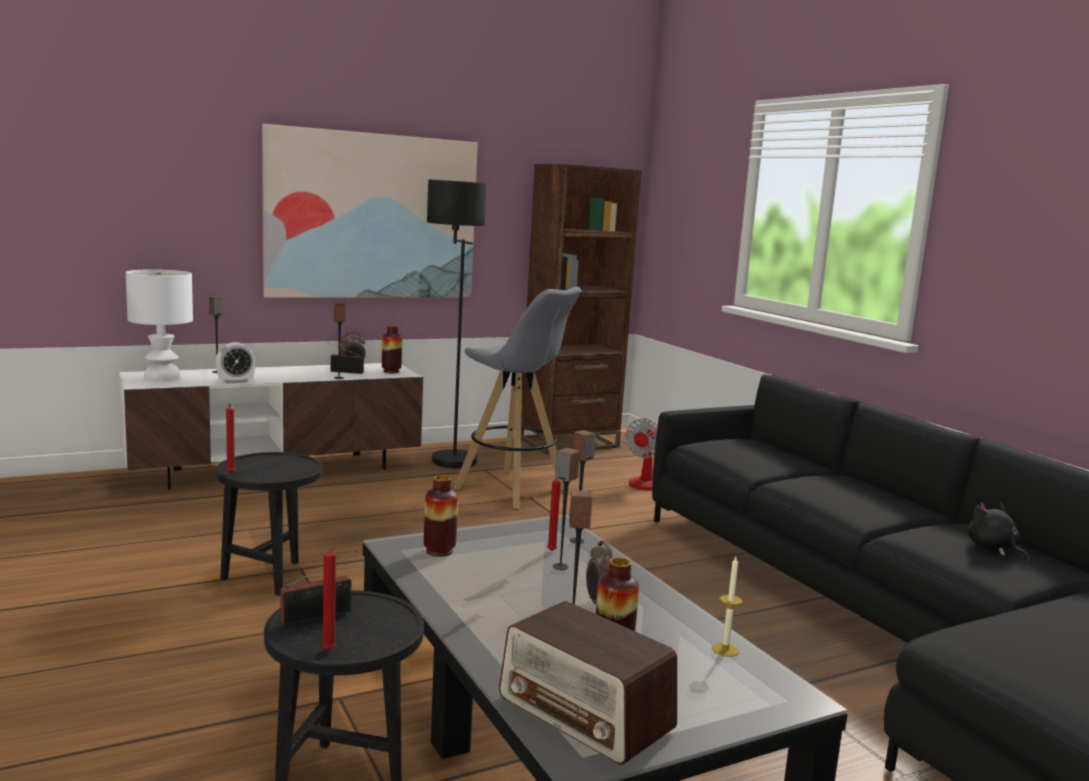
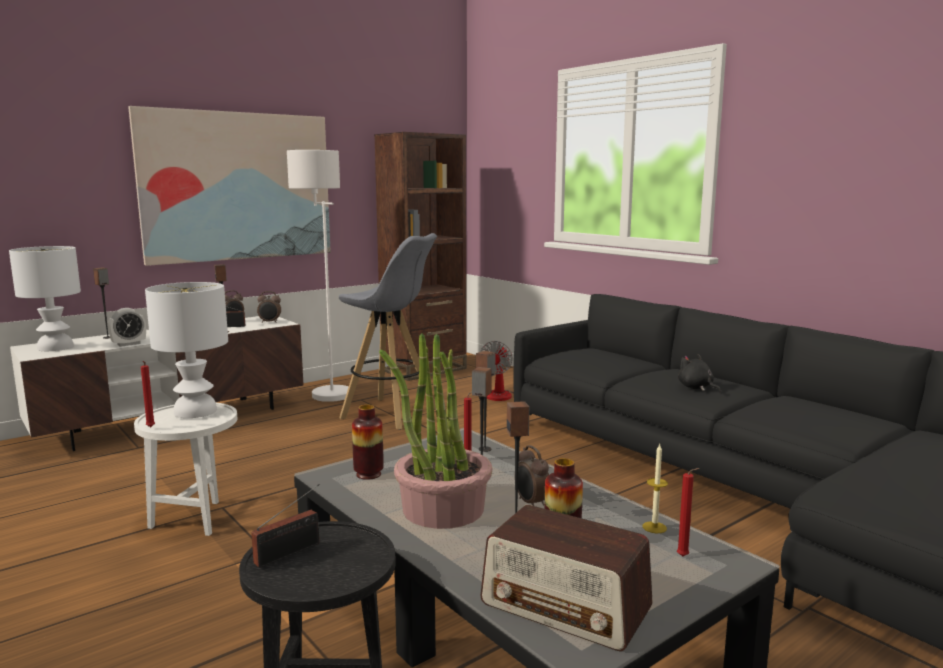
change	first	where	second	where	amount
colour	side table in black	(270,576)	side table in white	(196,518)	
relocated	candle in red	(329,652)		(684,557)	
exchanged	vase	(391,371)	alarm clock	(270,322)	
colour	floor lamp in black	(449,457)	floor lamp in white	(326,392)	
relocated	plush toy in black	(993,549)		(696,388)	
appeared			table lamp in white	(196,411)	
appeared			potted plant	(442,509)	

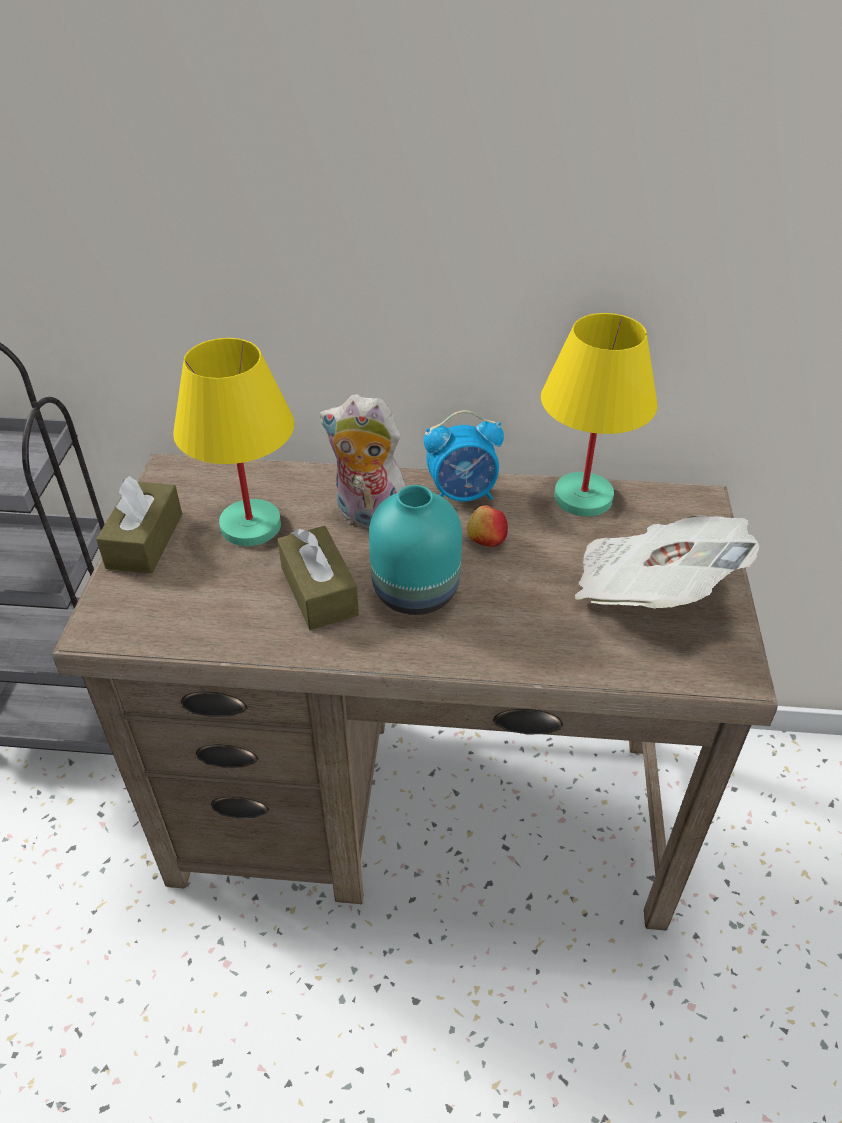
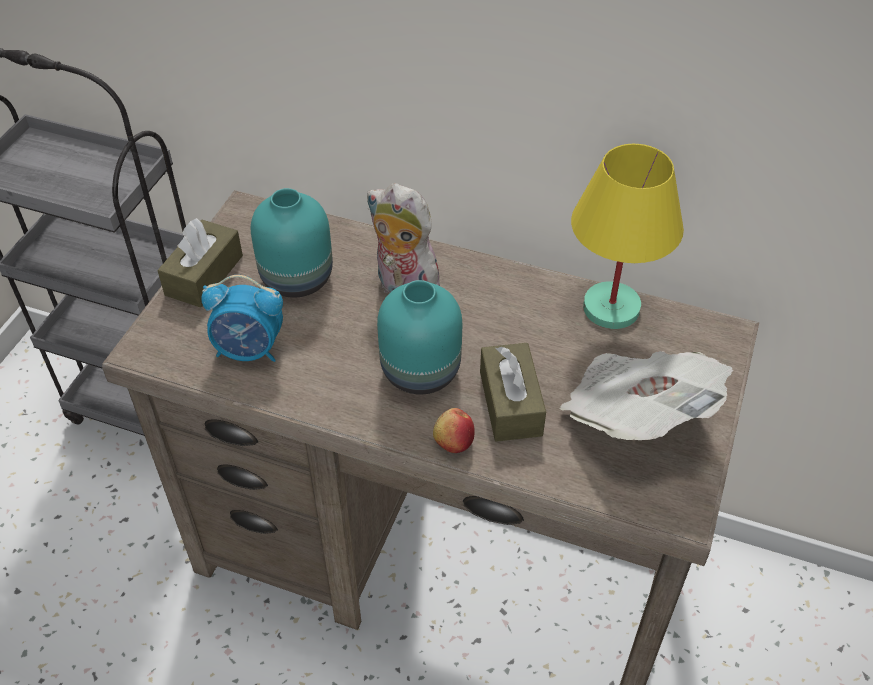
change	first	where	second	where	amount
exchanged	table lamp in yellow	(252,525)	vase in turquoise	(299,278)	
relocated	tissue box in brown	(319,591)		(510,403)	
relocated	alarm clock	(462,495)		(250,350)	
relocated	apple	(486,539)		(453,441)	

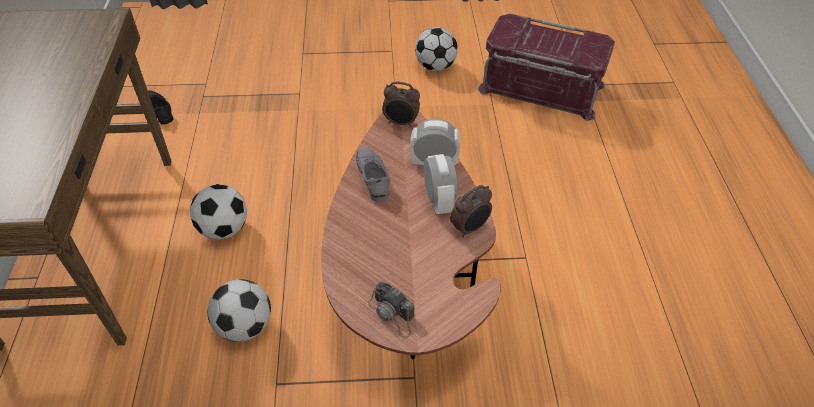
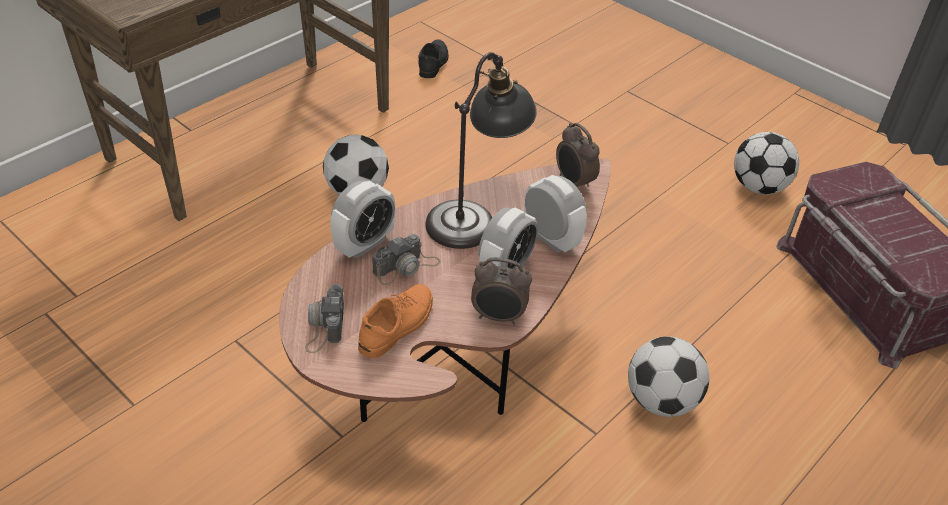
change	first	where	second	where	amount
relocated	football	(244,326)		(660,401)	
exchanged	shoe in grey	(373,177)	table lamp in grey	(476,208)	
appeared			alarm clock	(364,244)	
appeared			shoe in orange	(397,325)	
appeared			photo camera	(406,267)	

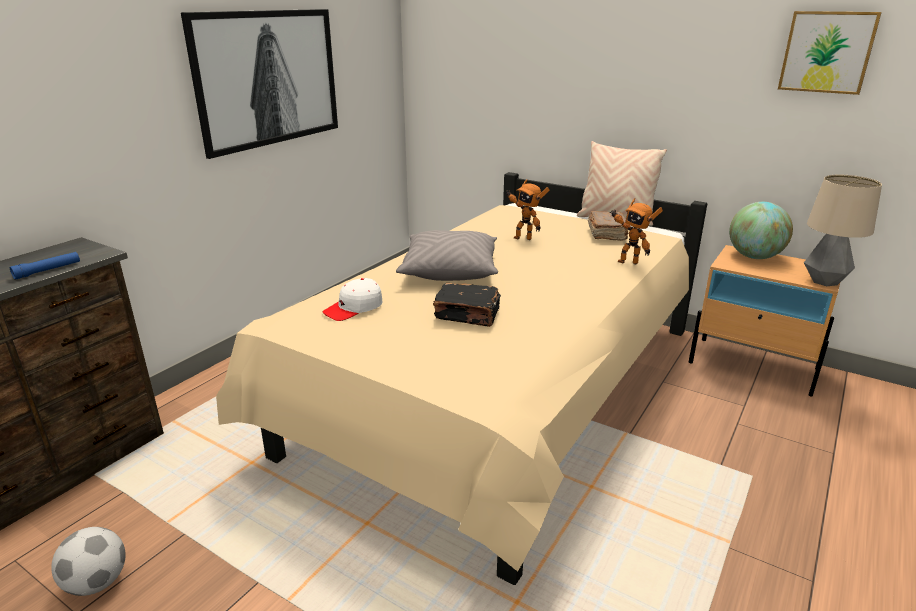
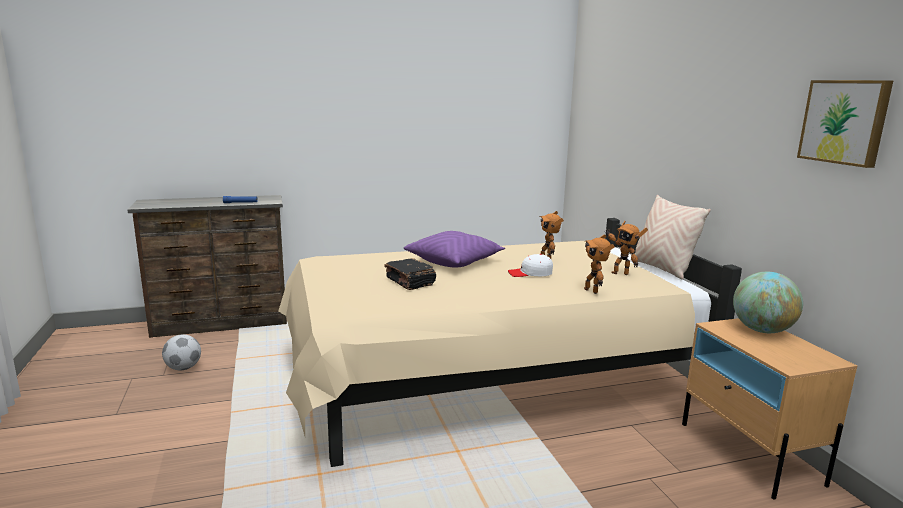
change	first	where	second	where	amount
missing	picture	(268,78)			
relocated	cap in white	(354,308)		(530,273)	
colour	pillow in grey	(449,270)	pillow in purple	(454,261)	
exchanged	book in brown	(607,234)	toy robot	(620,273)	
missing	table lamp	(823,281)			

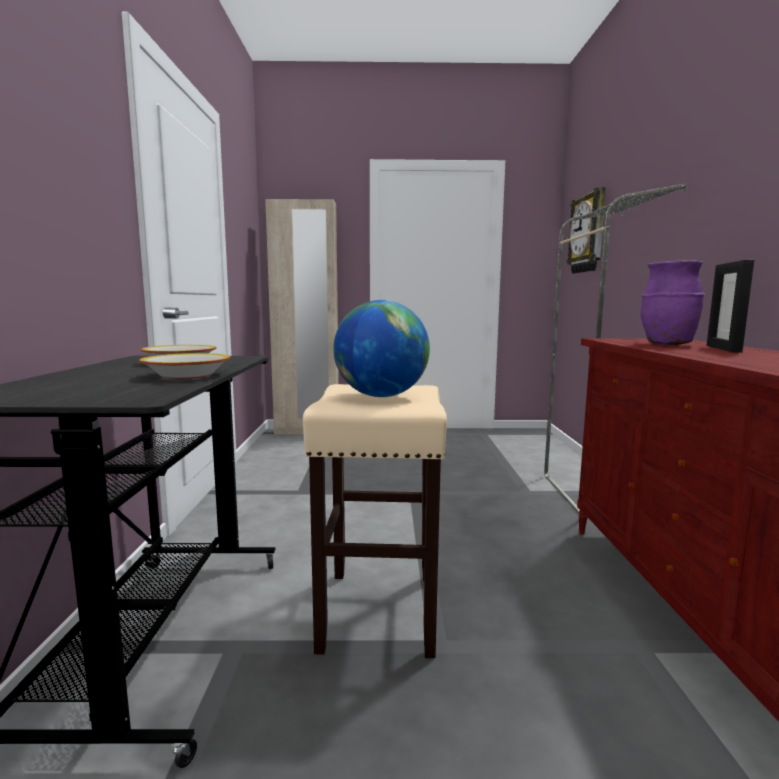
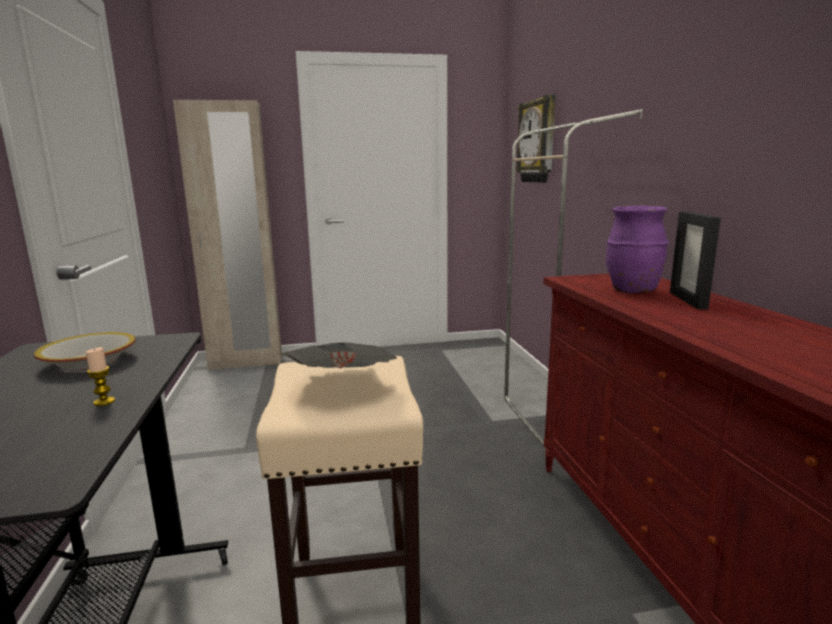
change	first	where	second	where	amount
exchanged	bowl	(188,375)	candle	(104,402)	
exchanged	globe	(381,396)	newspaper	(343,386)	

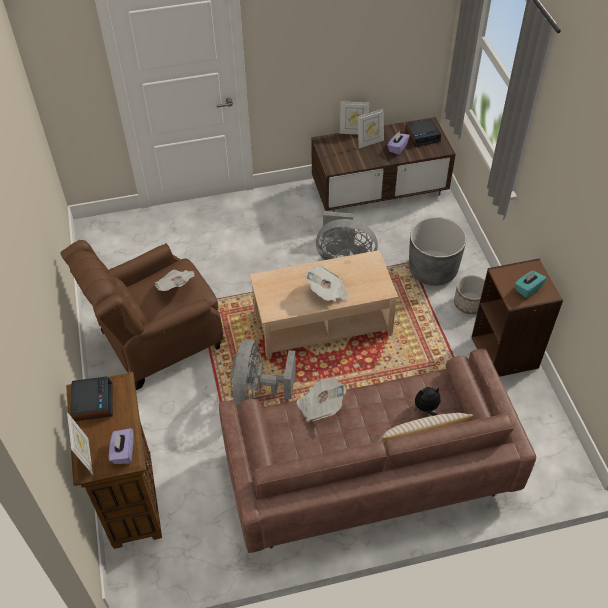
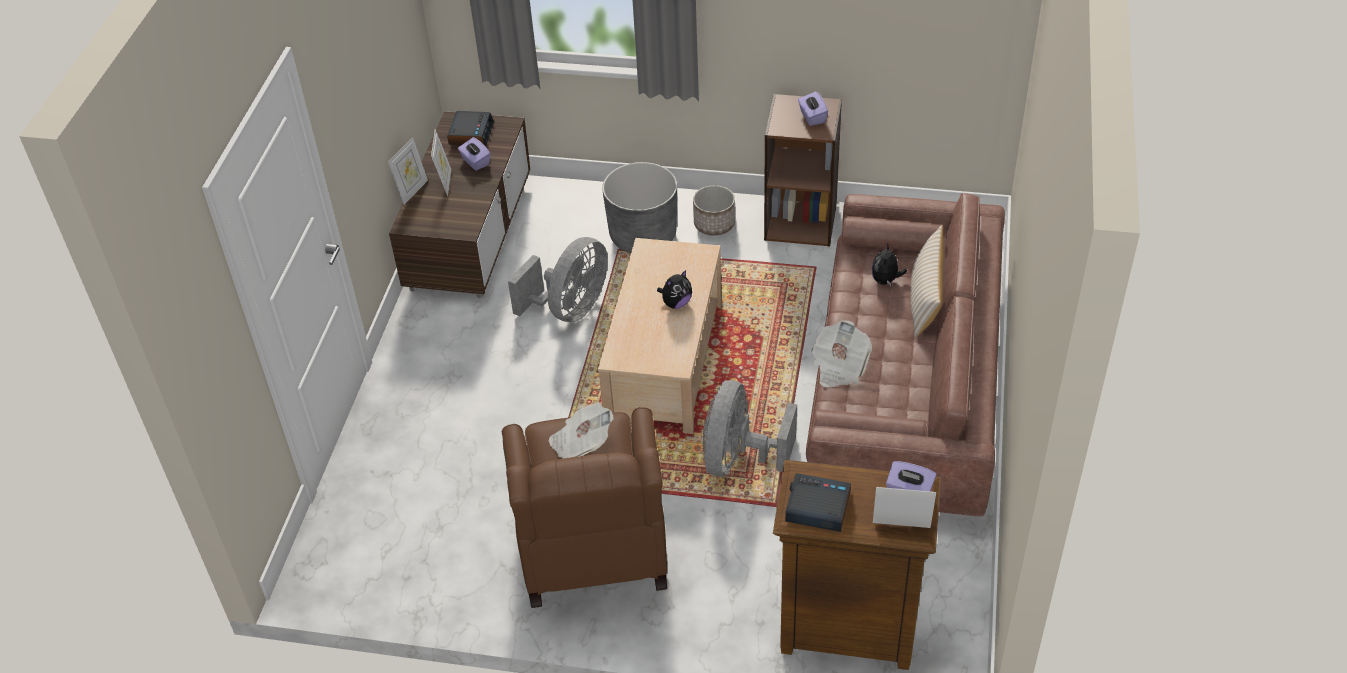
change	first	where	second	where	amount
spun	fan in grey	(257,392)		(739,459)	75 degrees clockwise
exchanged	newspaper	(328,292)	plush toy	(676,303)	
colour	tissue box in turquoise	(527,289)	tissue box in purple	(812,117)	

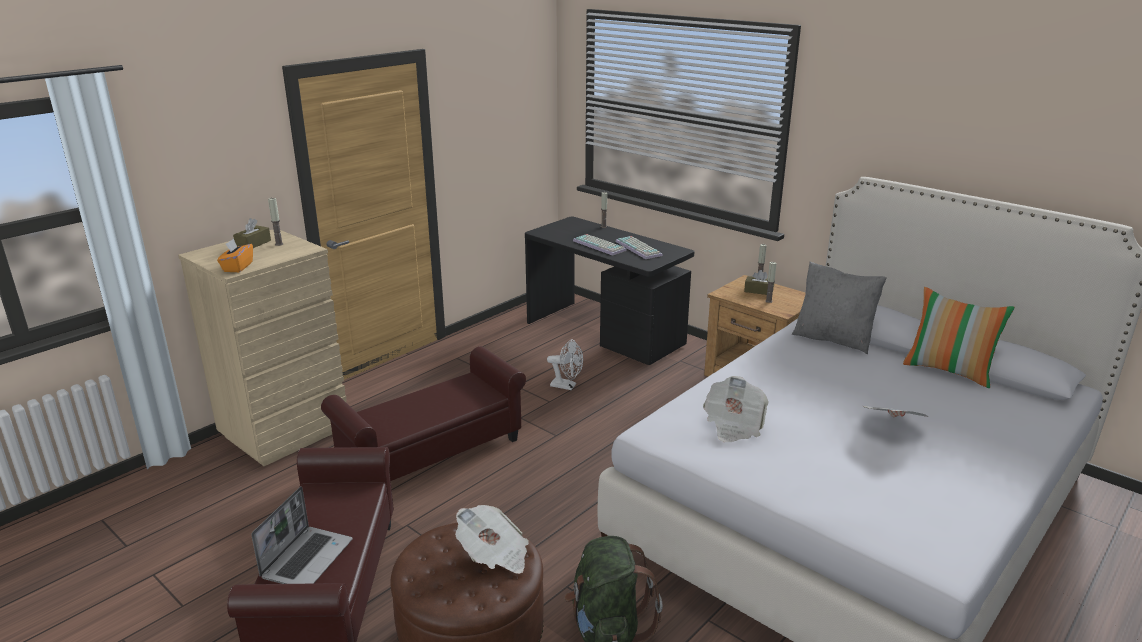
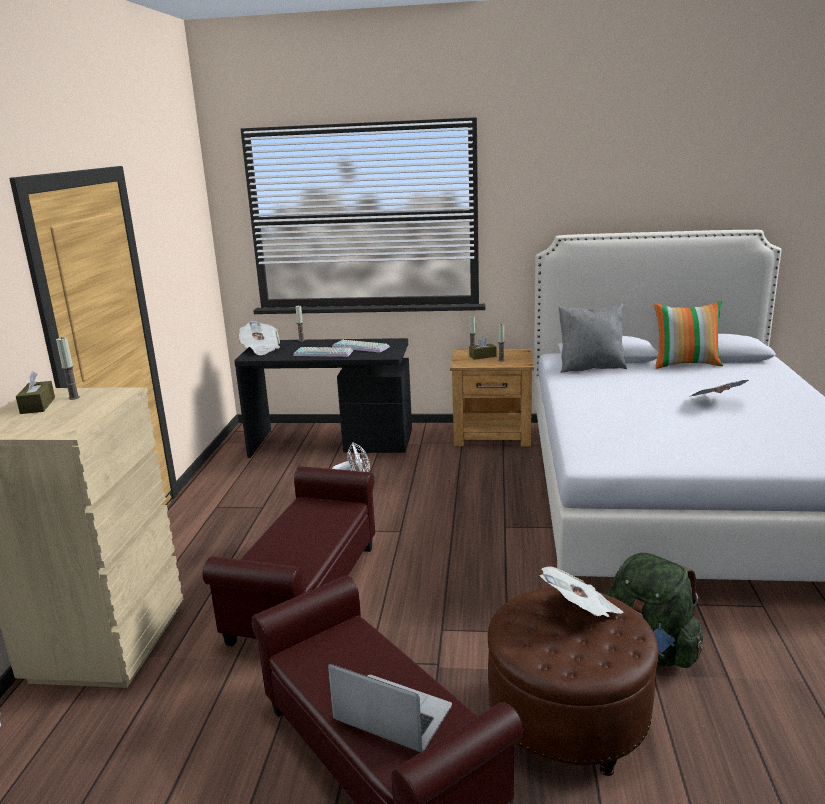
change	first	where	second	where	amount
missing	tissue box in orange	(237,267)			
spun	laptop	(307,558)		(391,715)	45 degrees counterclockwise
relocated	newspaper	(733,425)		(260,349)	

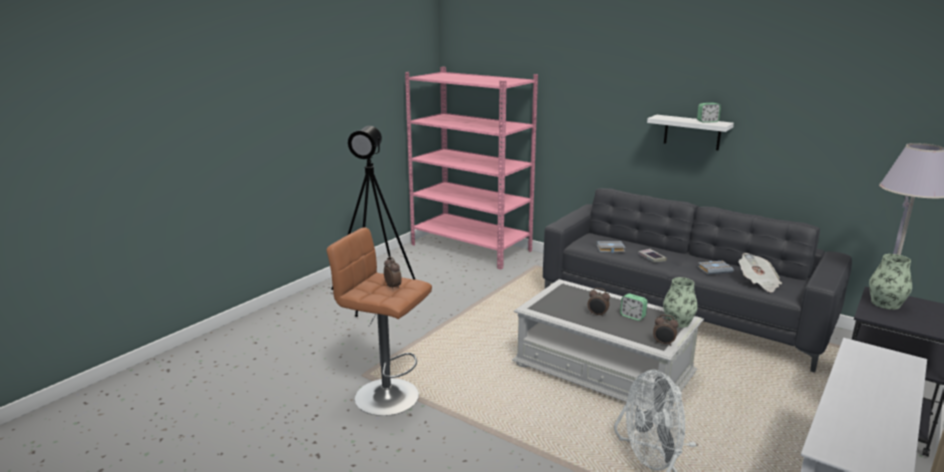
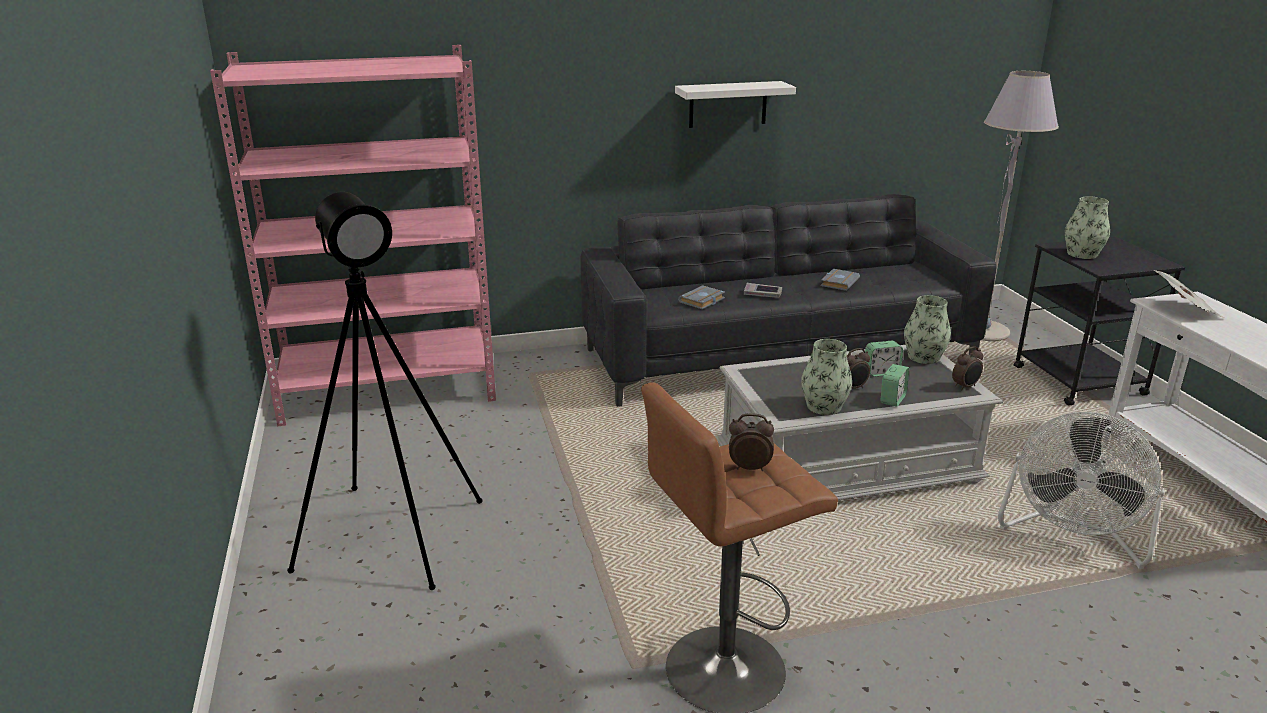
change	first	where	second	where	amount
relocated	alarm clock	(707,121)		(892,399)	
relocated	newspaper	(758,283)		(1184,310)	
appeared			vase	(824,406)	

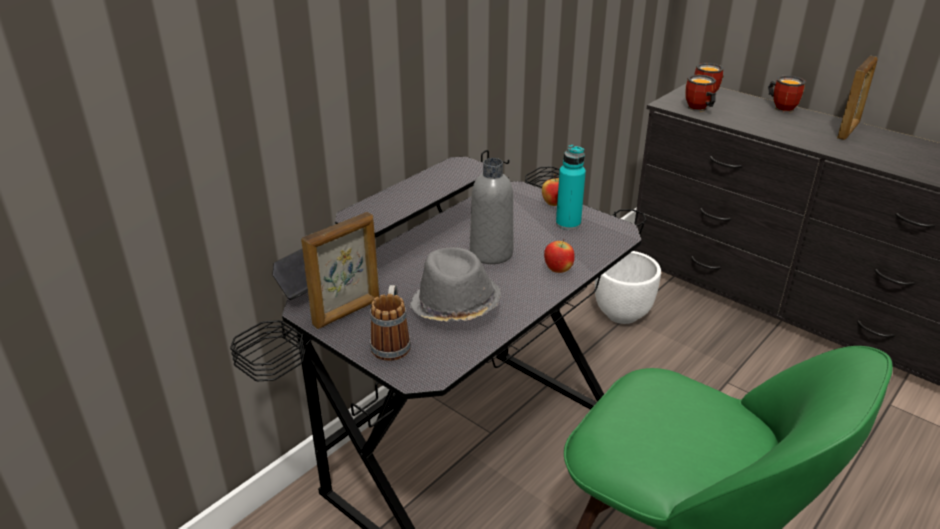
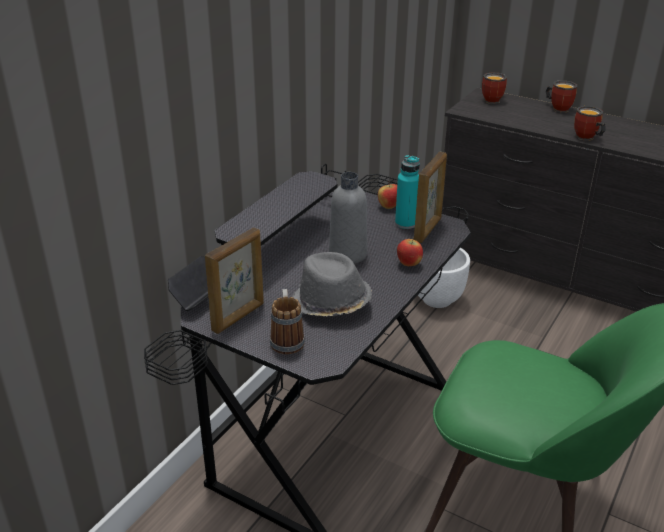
change	first	where	second	where	amount
relocated	mug	(698,109)		(586,138)	
relocated	picture frame	(848,130)		(428,230)	

